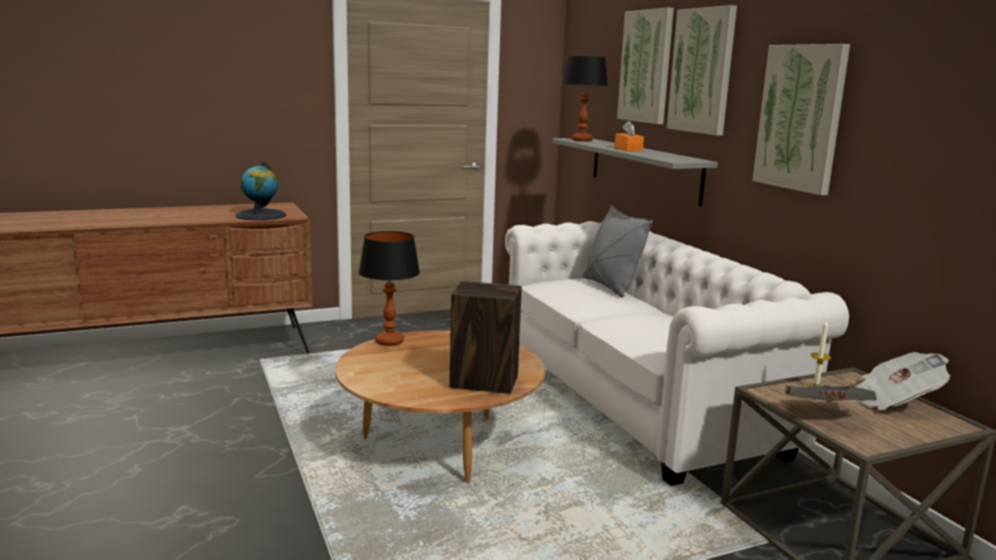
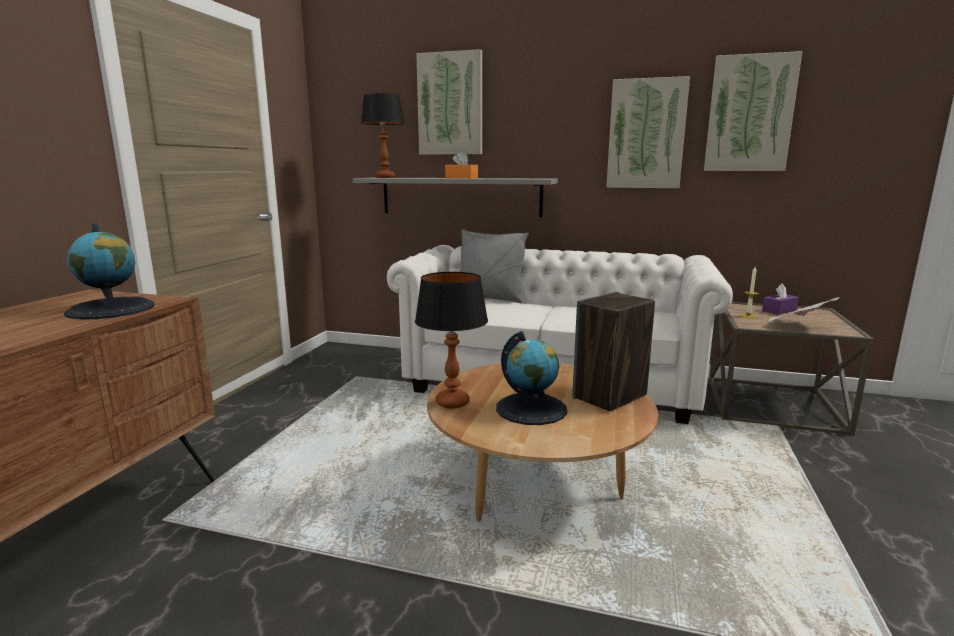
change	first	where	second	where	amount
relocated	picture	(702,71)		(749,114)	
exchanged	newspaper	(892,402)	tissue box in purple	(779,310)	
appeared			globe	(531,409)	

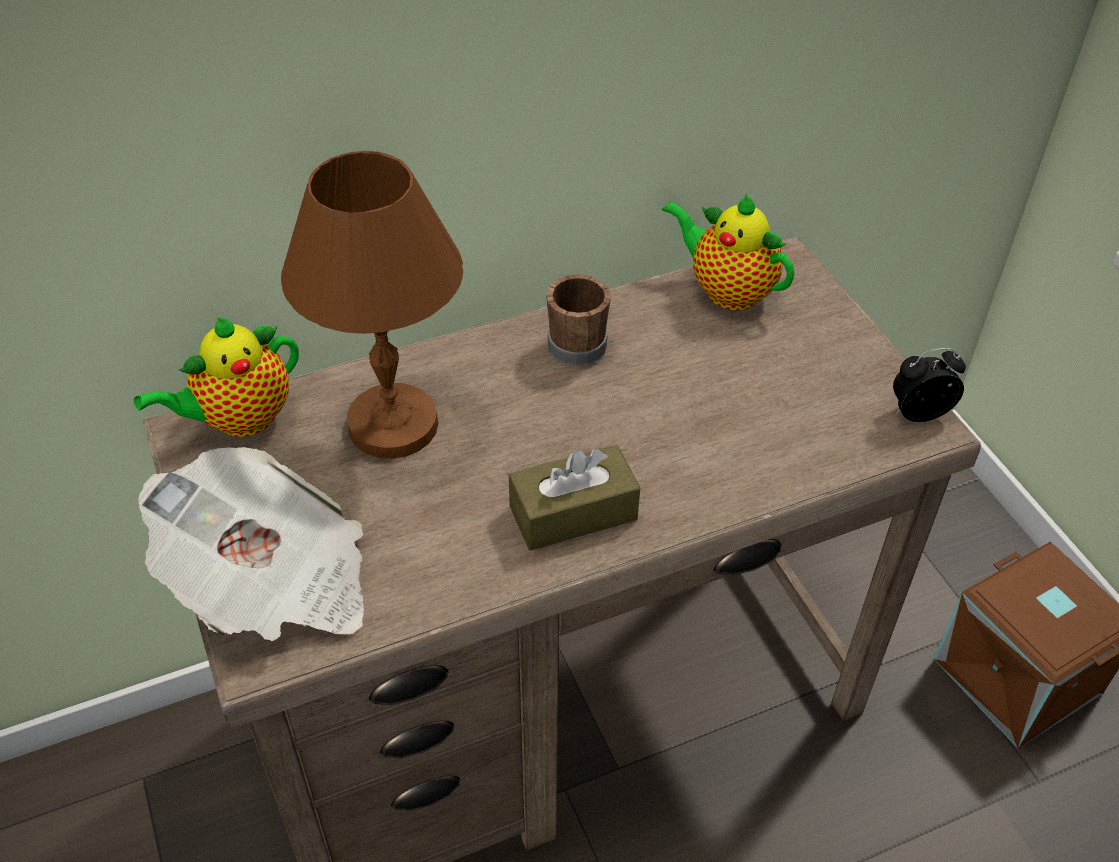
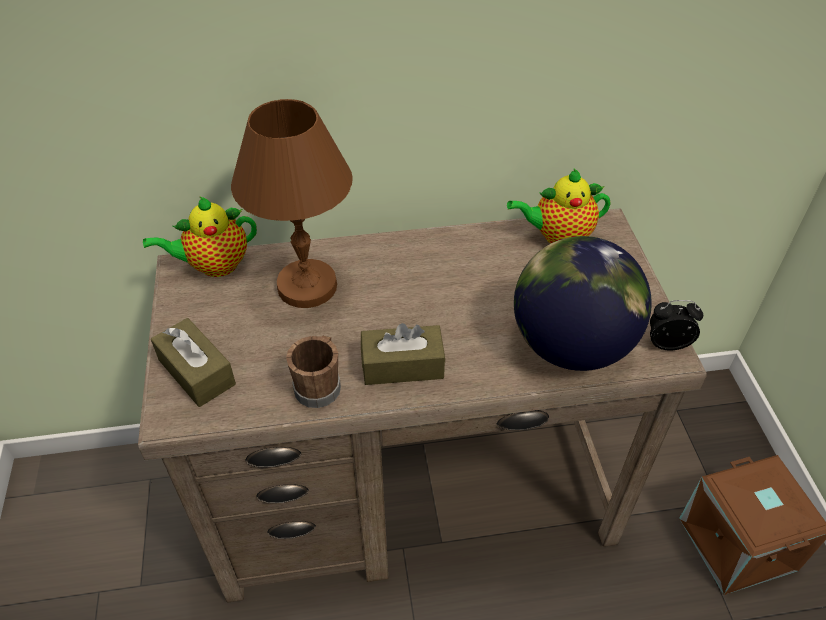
change	first	where	second	where	amount
exchanged	newspaper	(272,582)	tissue box in brown	(197,372)	
relocated	mug in brown	(577,341)		(319,384)	
spun	teapot	(727,290)		(558,236)	60 degrees counterclockwise
appeared			globe	(570,345)	

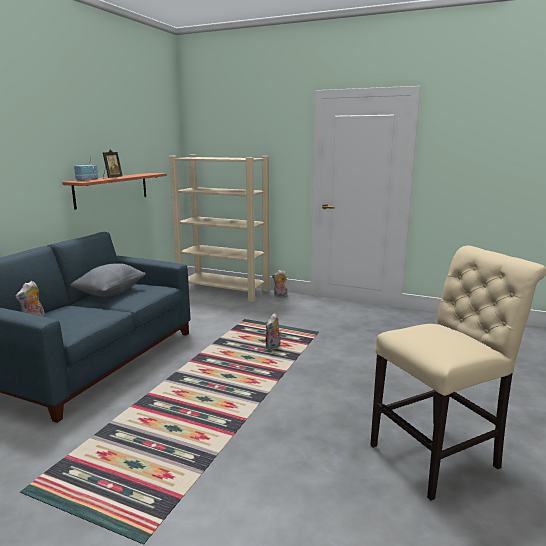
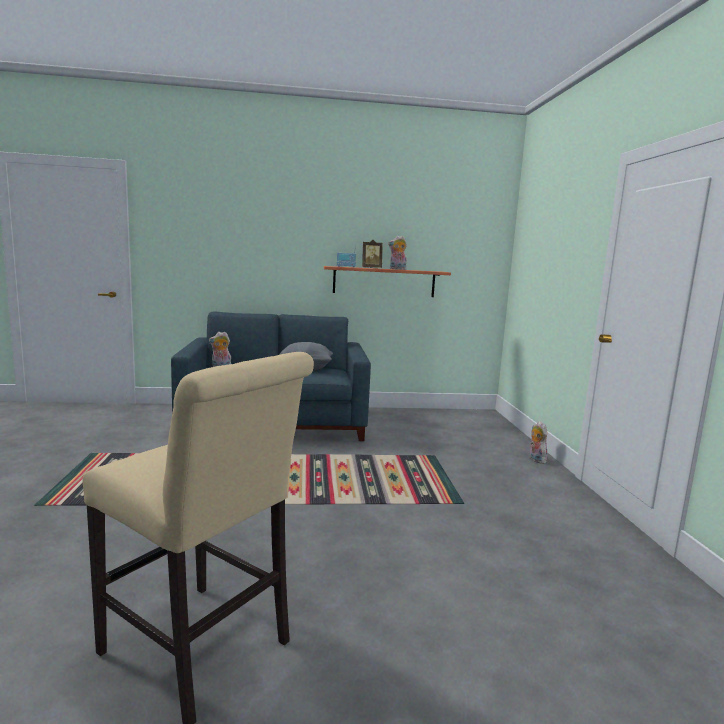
change	first	where	second	where	amount
missing	bookcase in beige	(223,290)			
relocated	plush toy	(273,347)		(397,269)	

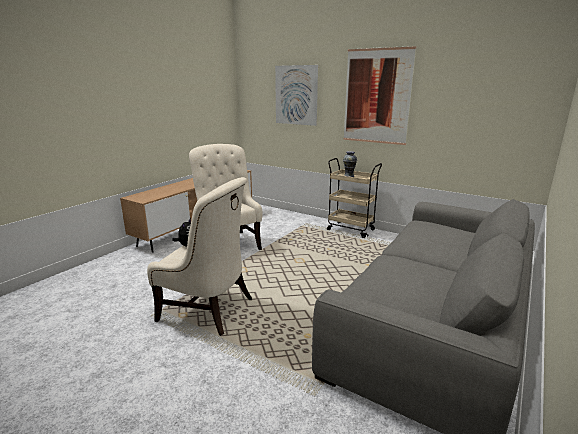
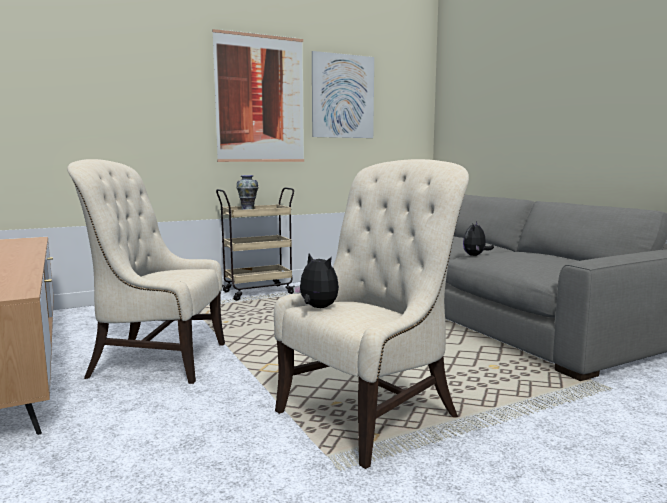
change	first	where	second	where	amount
relocated	picture	(296,95)		(343,96)	
appeared			plush toy	(475,255)	

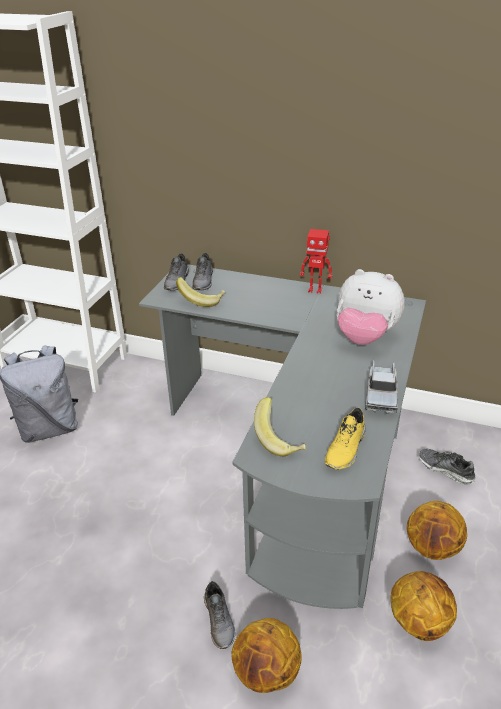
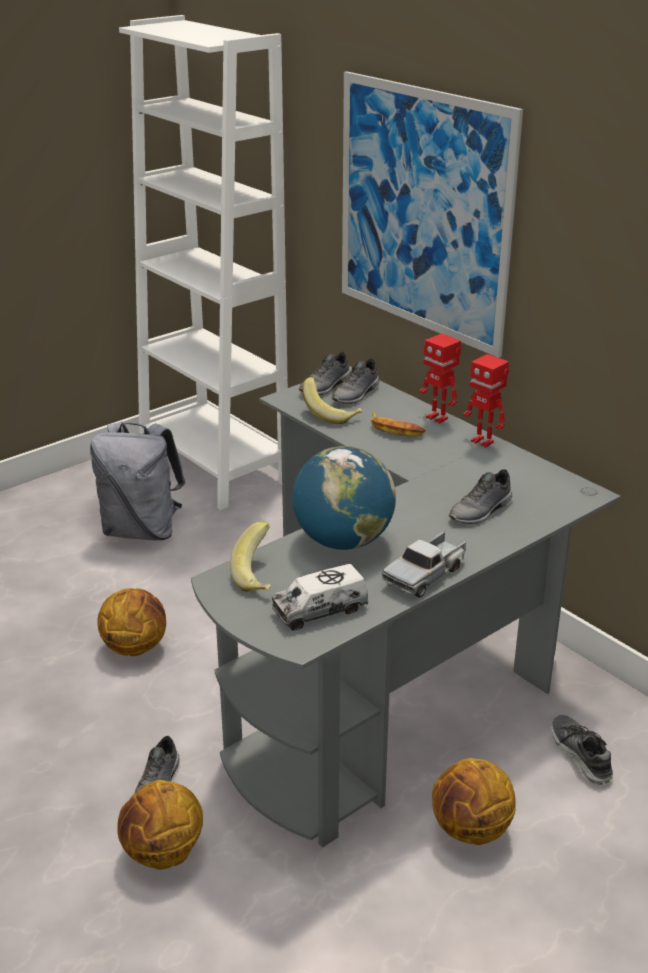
change	first	where	second	where	amount
exchanged	shoe in yellow	(346,449)	toy truck	(320,610)	
exchanged	plush toy	(365,337)	shoe in grey	(481,511)	
relocated	basketball	(418,621)		(135,647)	
appeared			globe	(343,541)	
appeared			picture	(423,211)	
appeared			banana	(395,429)	
appeared			toy robot	(438,418)	

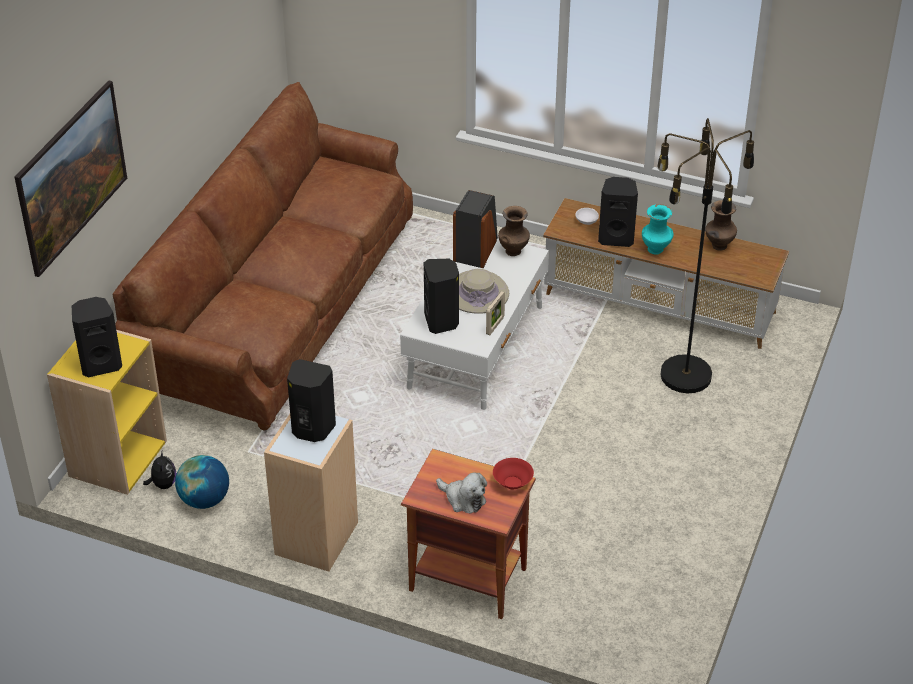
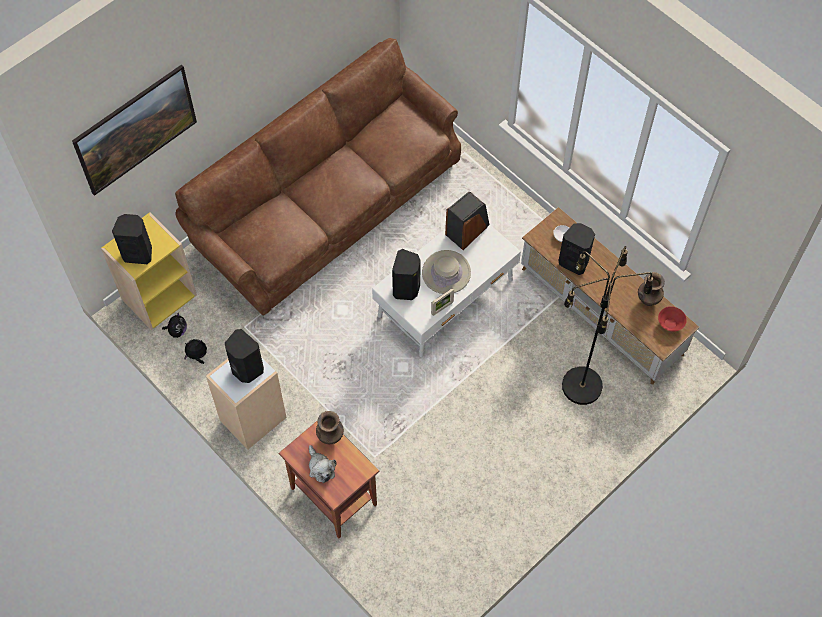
change	first	where	second	where	amount
exchanged	globe	(204,500)	plush toy	(197,356)	
relocated	bowl in red	(513,483)		(670,324)	
relocated	vase in brown	(513,251)		(331,437)	
missing	vase in turquoise	(656,249)			

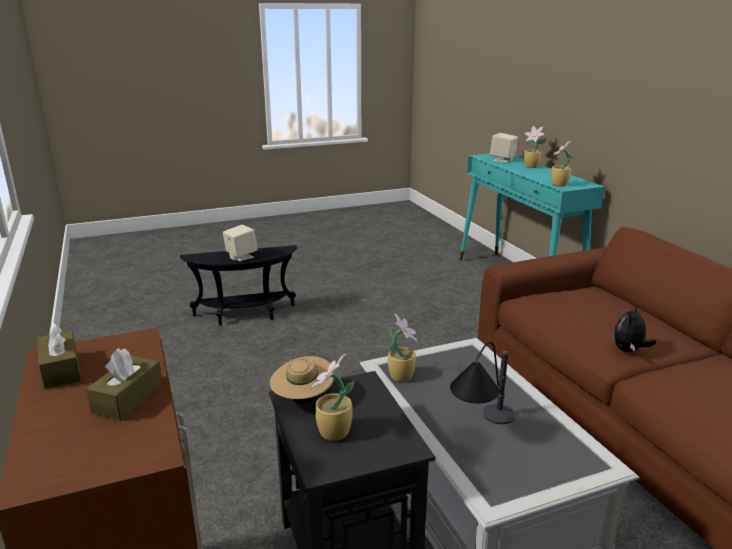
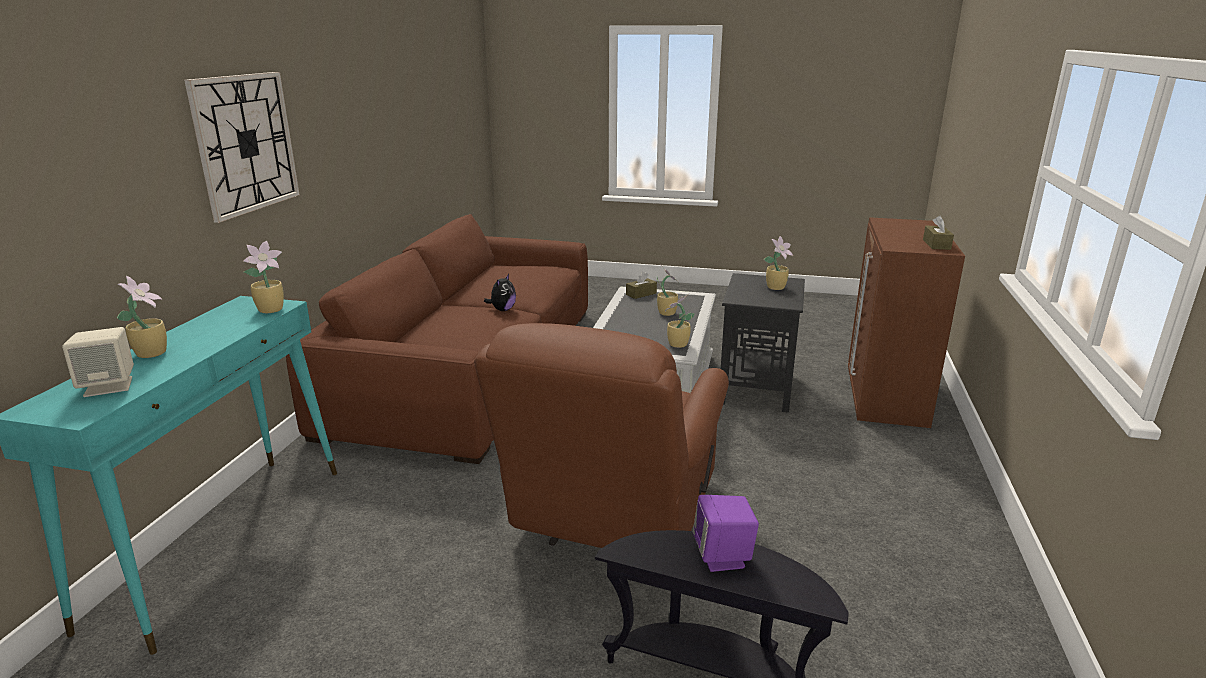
change	first	where	second	where	amount
relocated	tissue box in brown	(128,399)		(641,294)	
colour	speaker in beige	(241,257)	speaker in purple	(723,557)	
missing	hat in beige	(303,399)			
exchanged	table lamp	(481,429)	potted plant	(667,313)	
spun	plush toy	(629,350)		(502,310)	45 degrees counterclockwise
appeared			wall clock	(245,143)	
appeared			armchair in brown	(611,519)	

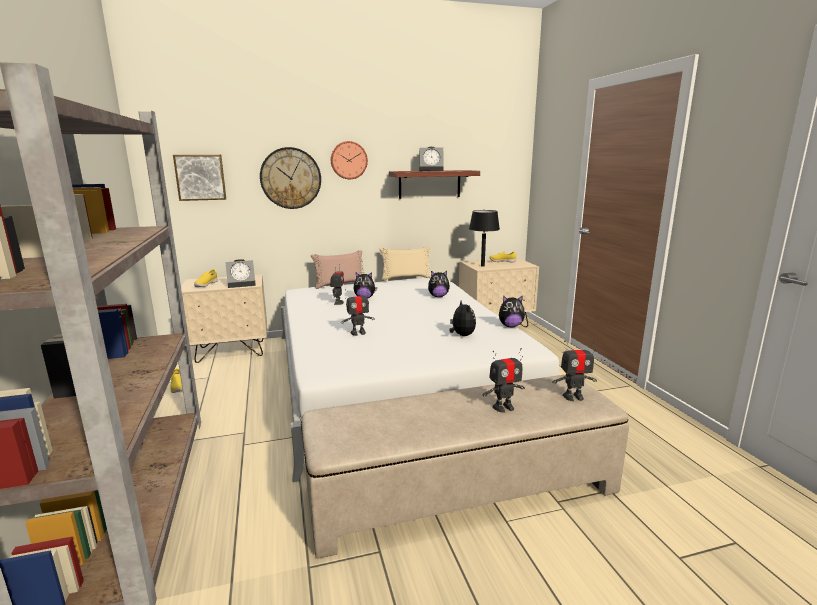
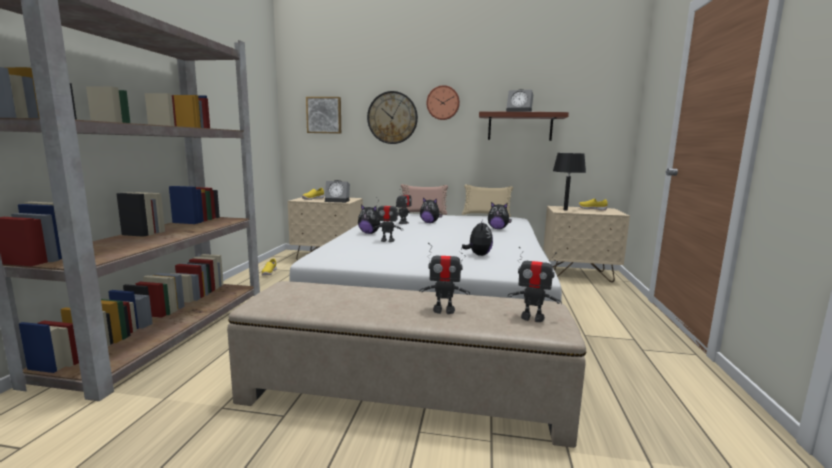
change	first	where	second	where	amount
relocated	plush toy	(510,326)		(369,233)	

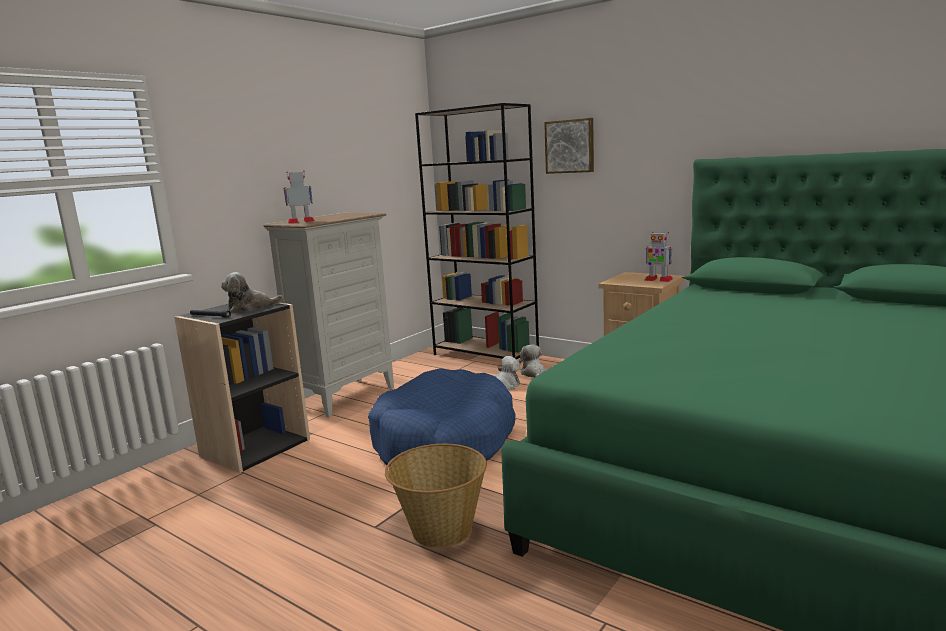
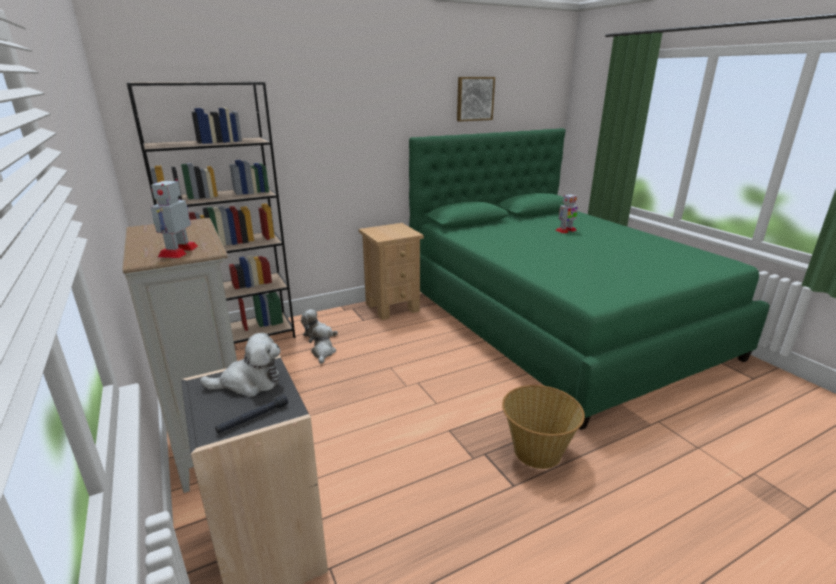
change	first	where	second	where	amount
spun	plush toy	(250,307)		(249,383)	105 degrees counterclockwise
missing	dog bed in blue	(444,441)			
relocated	picture	(570,146)		(474,99)	
relocated	toy robot	(658,279)		(565,230)	

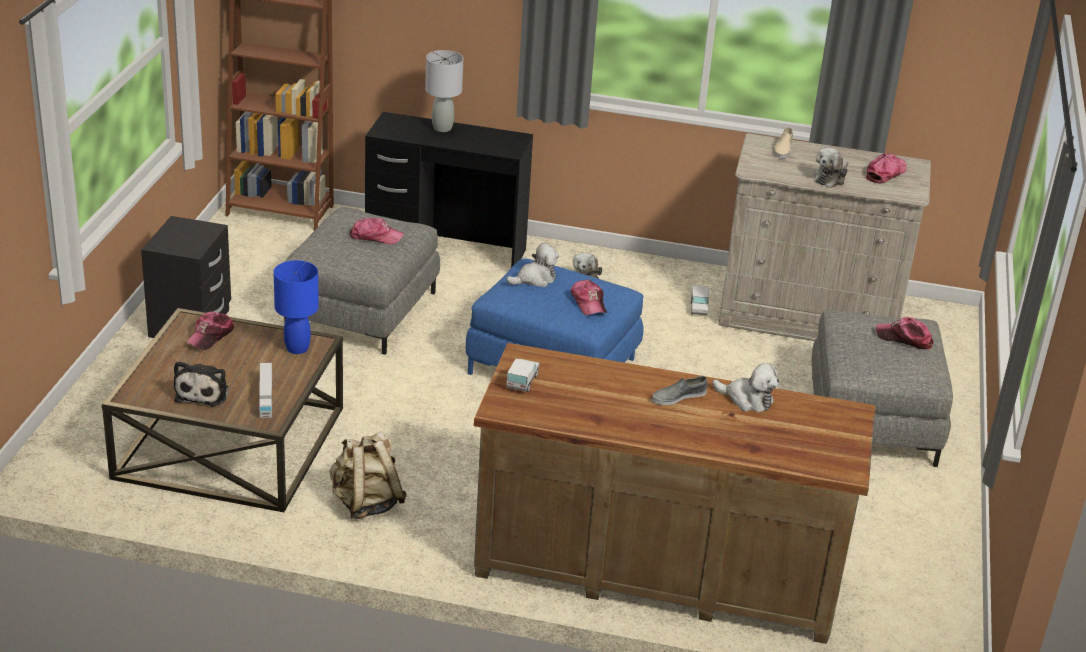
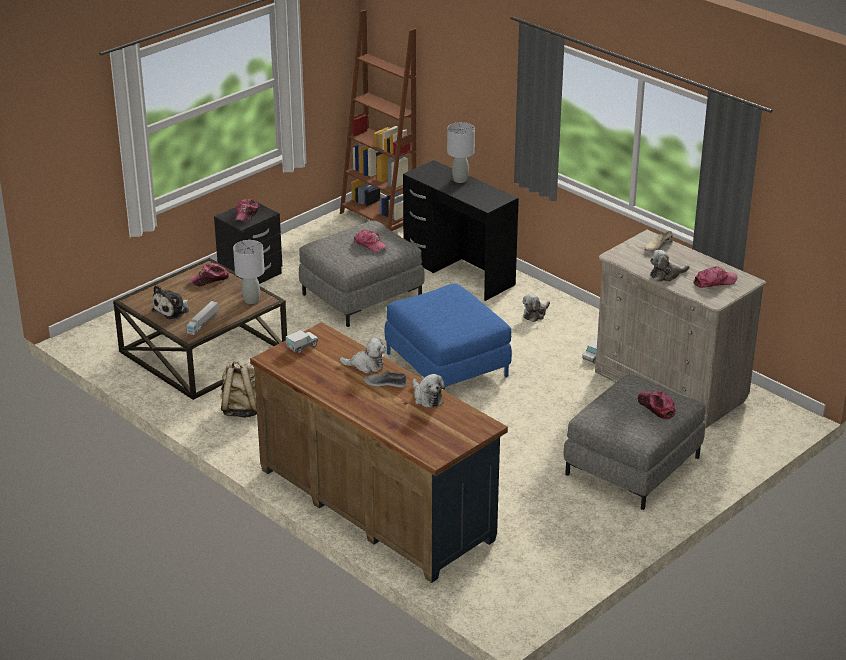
change	first	where	second	where	amount
colour	table lamp in blue	(297,348)	table lamp in grey	(251,300)	
relocated	plush toy	(535,279)		(366,365)	
relocated	cap	(588,303)		(246,215)	

